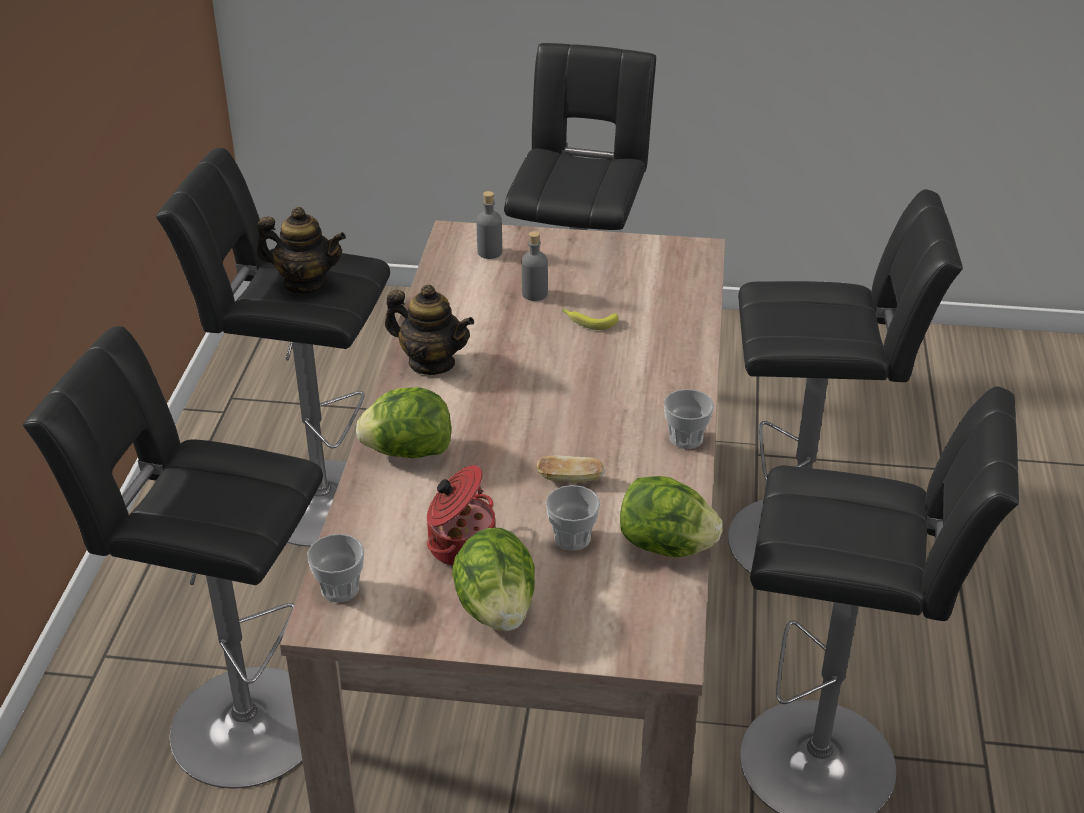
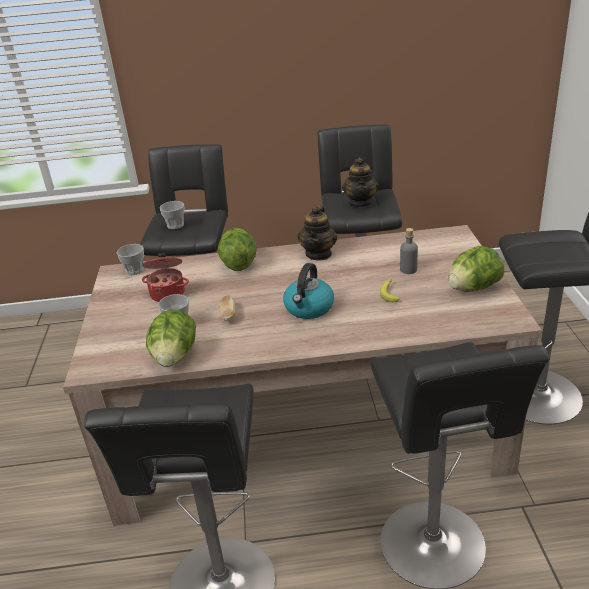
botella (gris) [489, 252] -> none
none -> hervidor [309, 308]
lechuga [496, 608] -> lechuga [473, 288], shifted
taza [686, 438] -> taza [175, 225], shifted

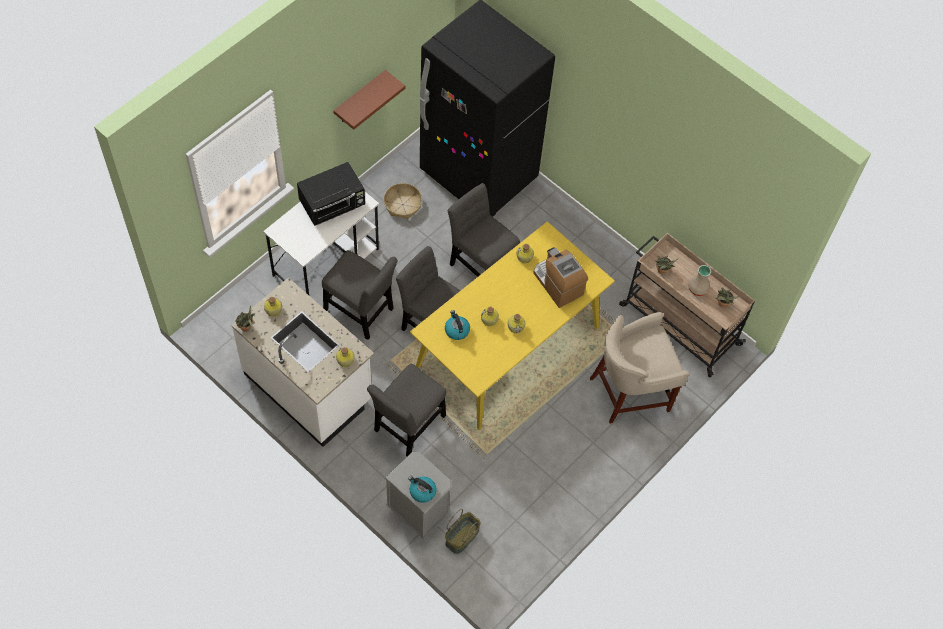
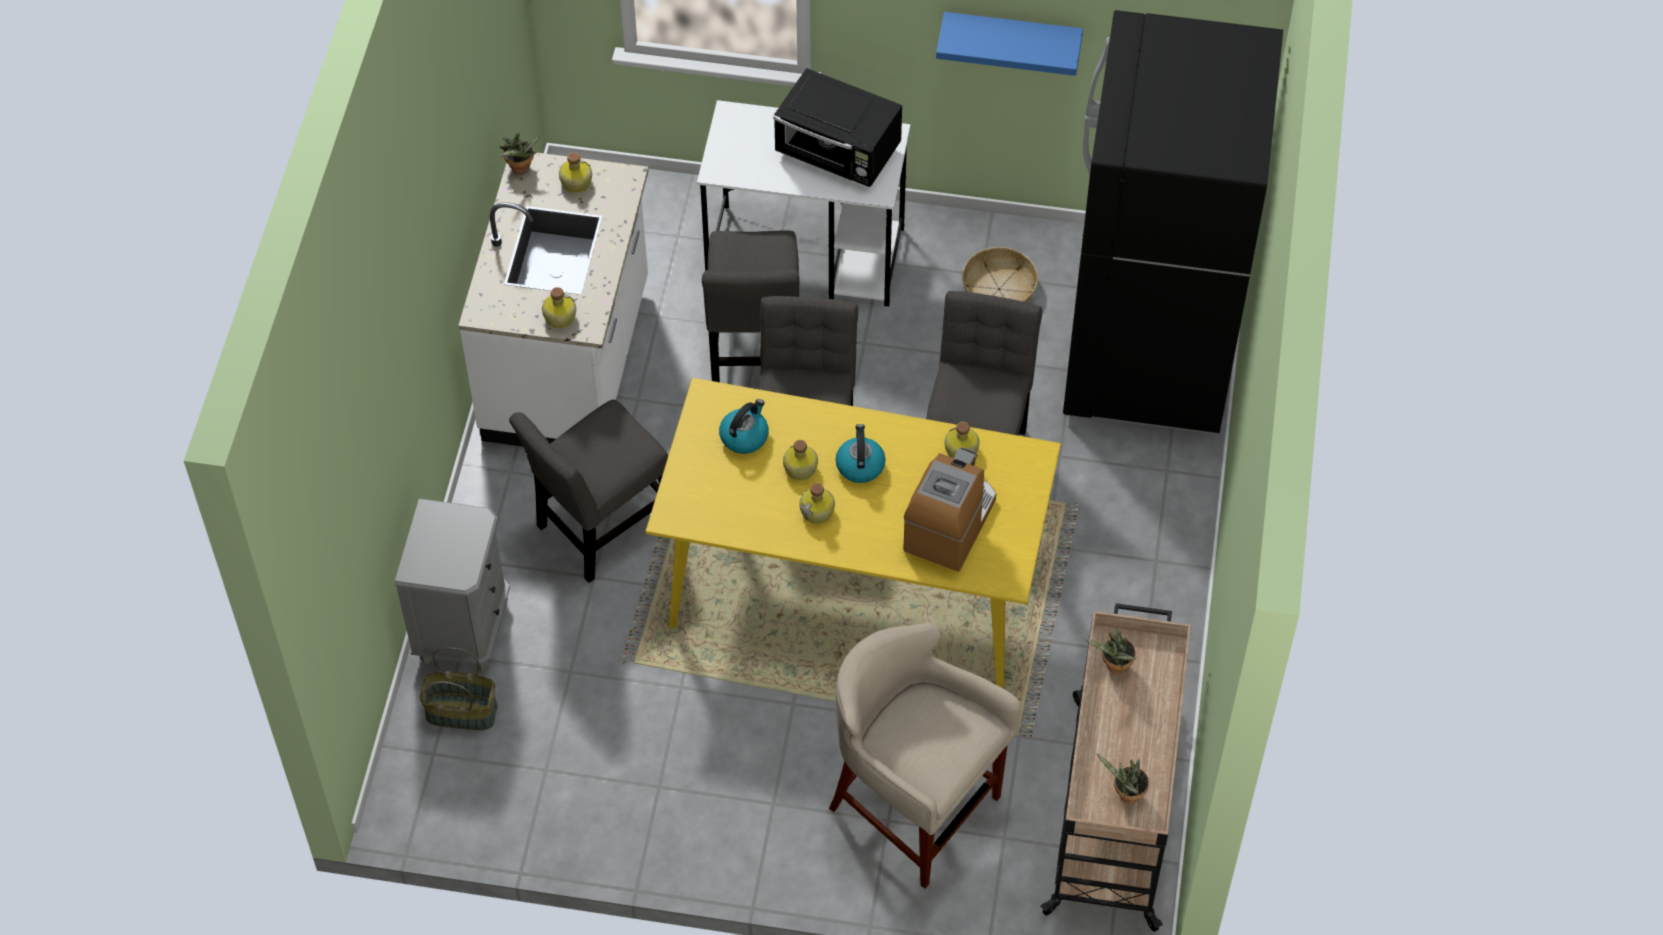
florero (beis) [698, 288] -> none
hervidor [422, 491] -> hervidor [860, 465], shifted
estante (marrón) [359, 98] -> estante (azul) [1012, 38]
silla (gris) [408, 426] -> silla (gris) [601, 528], 45 degrees counterclockwise

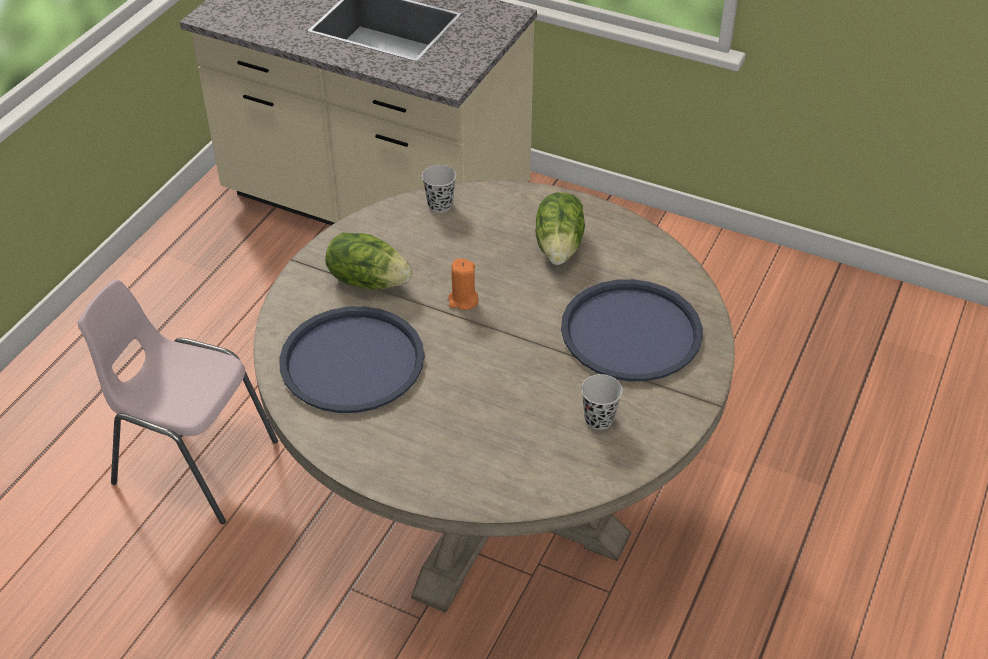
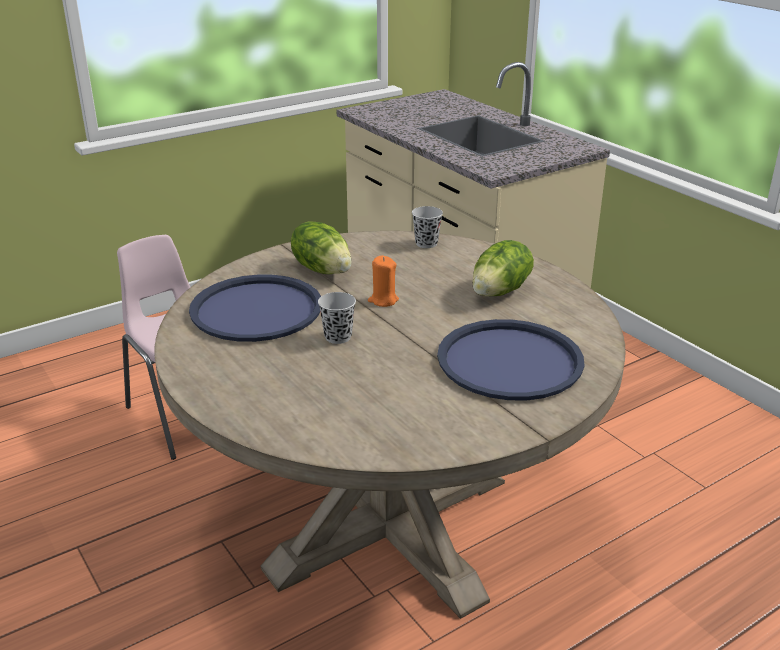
taza (negro) [599, 419] -> taza (negro) [338, 337], shifted

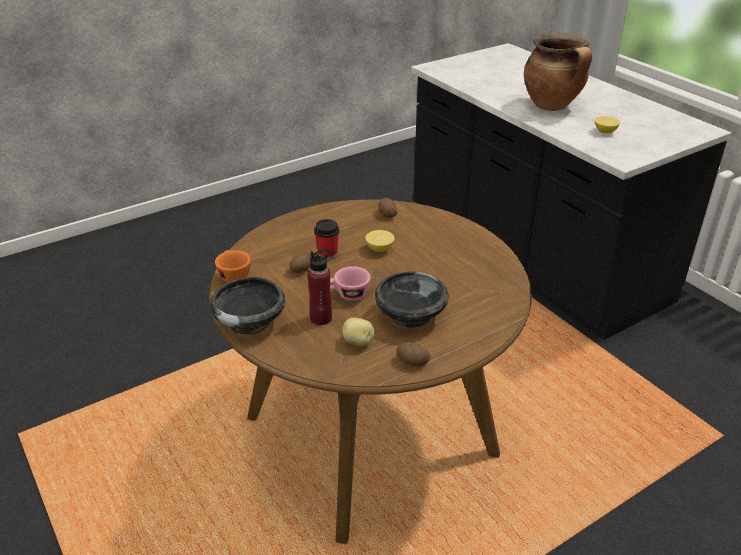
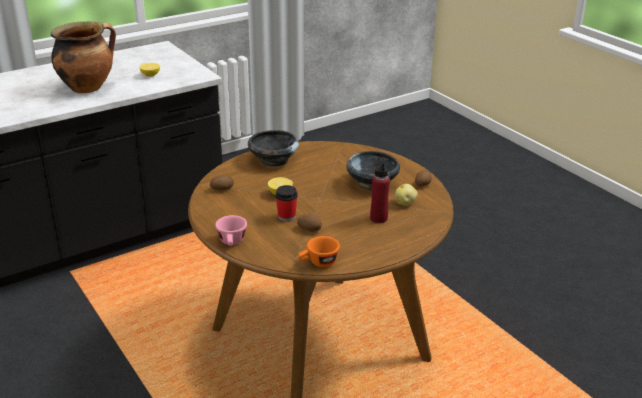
cuenco (negro) [250, 322] -> cuenco (negro) [273, 160], shifted
taza (rosa) [347, 295] -> taza (rosa) [232, 242], shifted

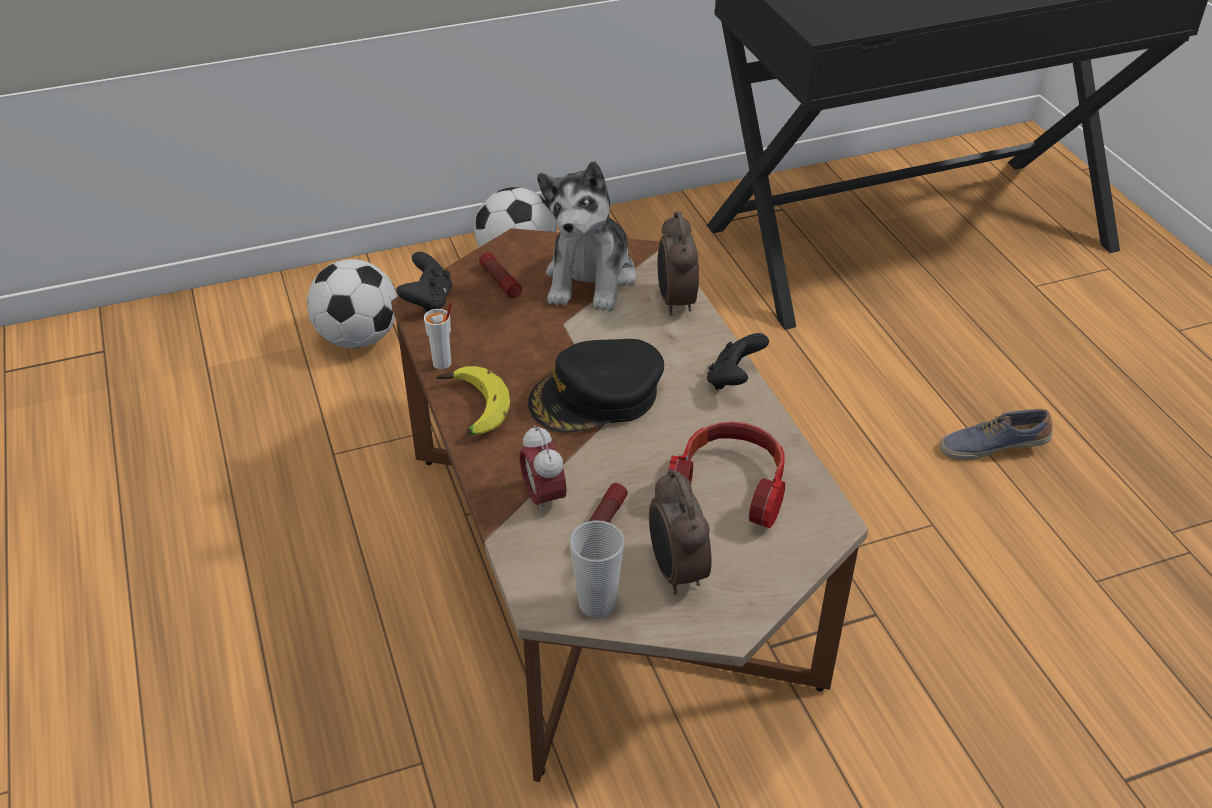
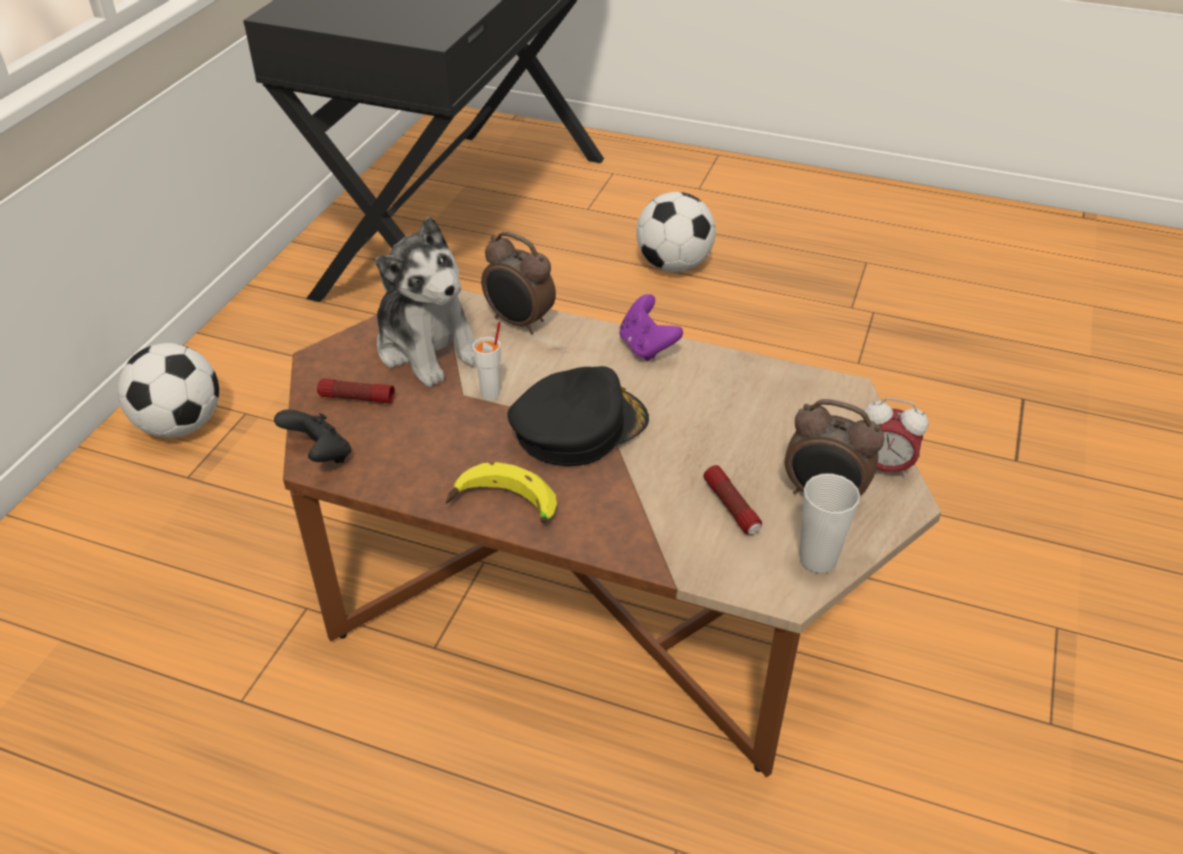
auriculares [729, 486] -> none
zapato [992, 447] -> none
balón de fútbol [358, 338] -> balón de fútbol [673, 265], shifted
taza (blanco) [442, 363] -> taza (blanco) [491, 394], shifted
despertador [544, 498] -> despertador [883, 467], shifted
mando de consola (negro) [734, 380] -> mando de consola (morado) [647, 347]
gorra (negro) [597, 396] -> gorra (negro) [578, 426], 135 degrees counterclockwise

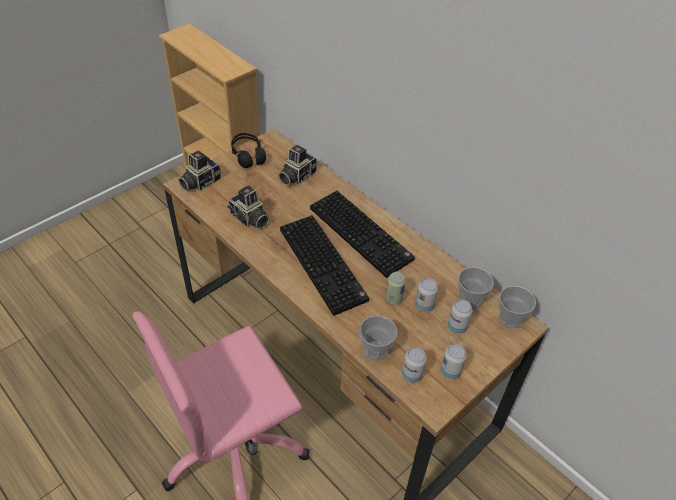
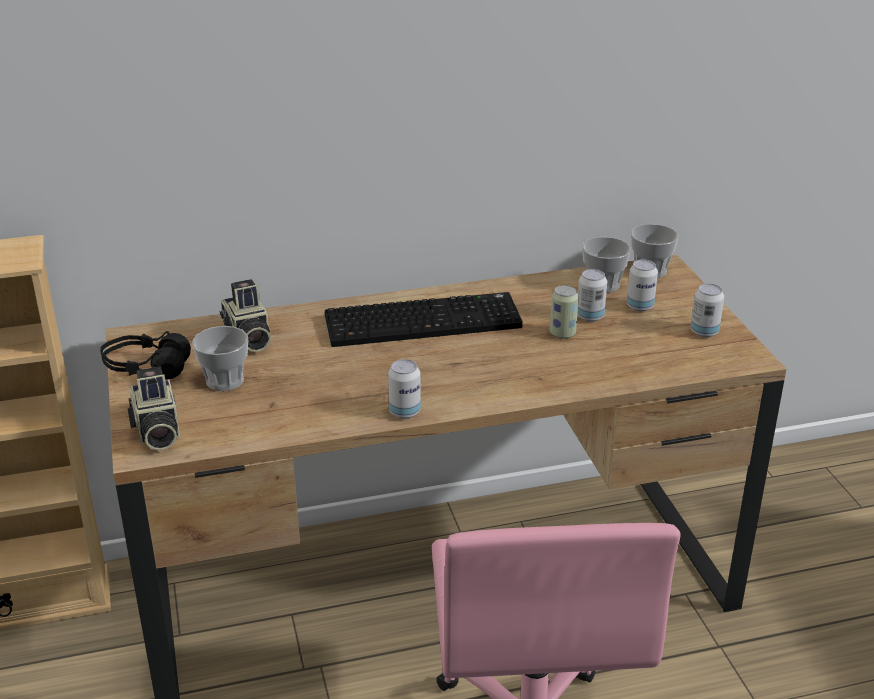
cámara [249, 219] -> none
teclado [324, 264] -> none
taza [375, 350] -> taza [225, 381], shifted
lata [412, 375] -> lata [404, 412], shifted

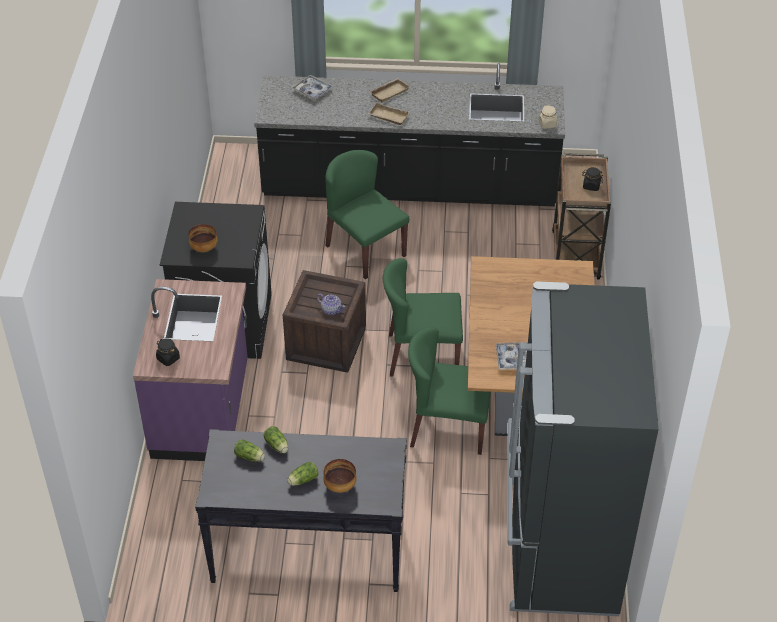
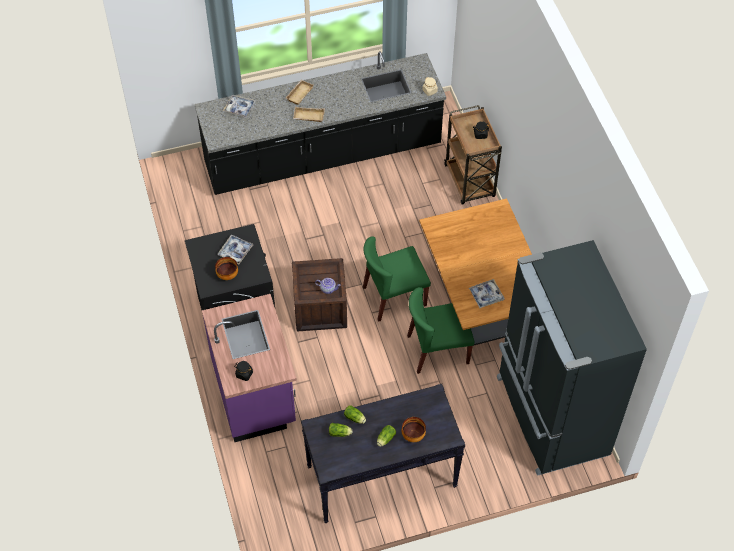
silla (verde) [365, 250] -> none
none -> bandeja [235, 251]

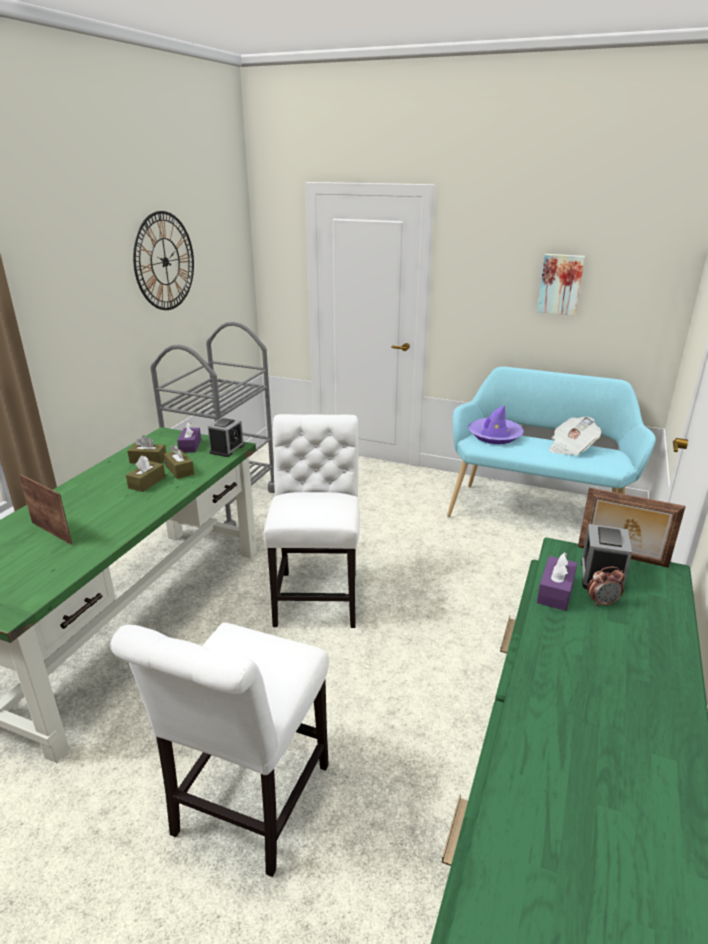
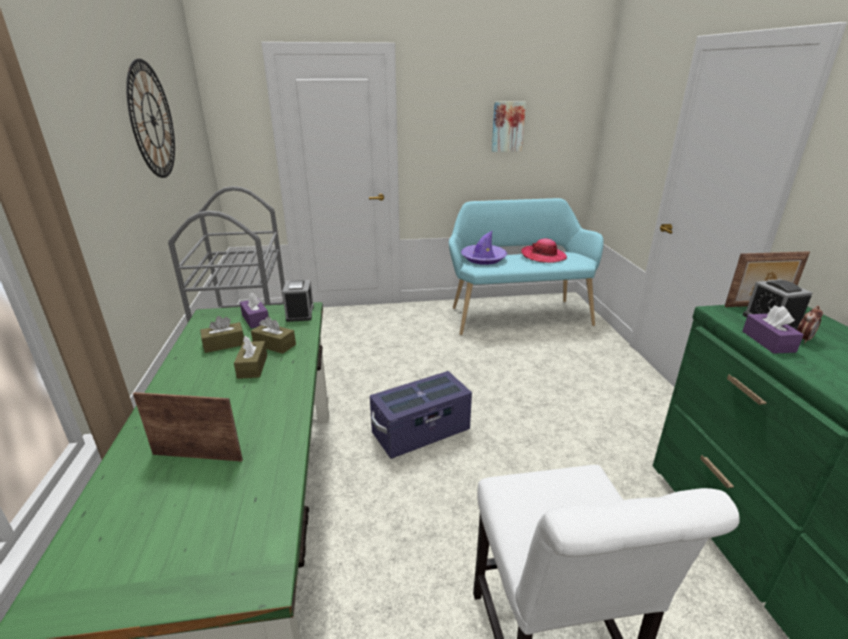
silla (blanco) [318, 595] -> caja de almacenaje (morado) [421, 432]
periódico [571, 448] -> sombrero [543, 256]

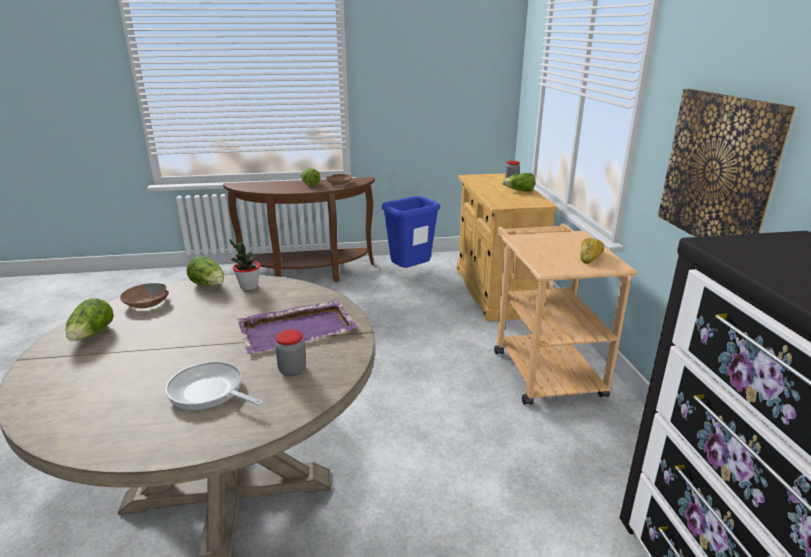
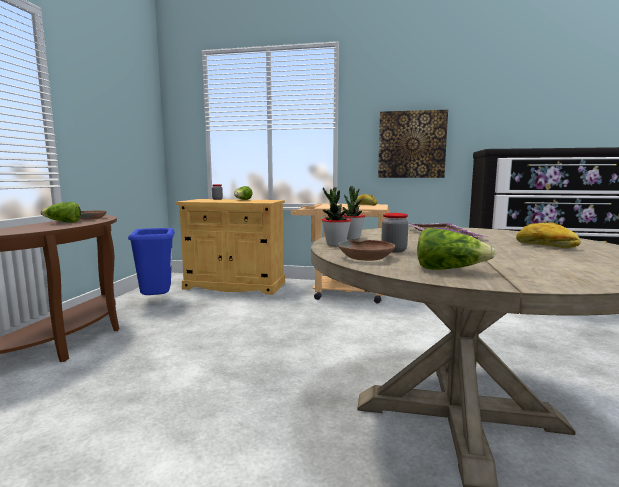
tarro [292, 370] -> tarro [394, 250], shifted
sartén [209, 392] -> pan [546, 246]
lechuga [209, 285] -> planta en maceta [335, 244]

